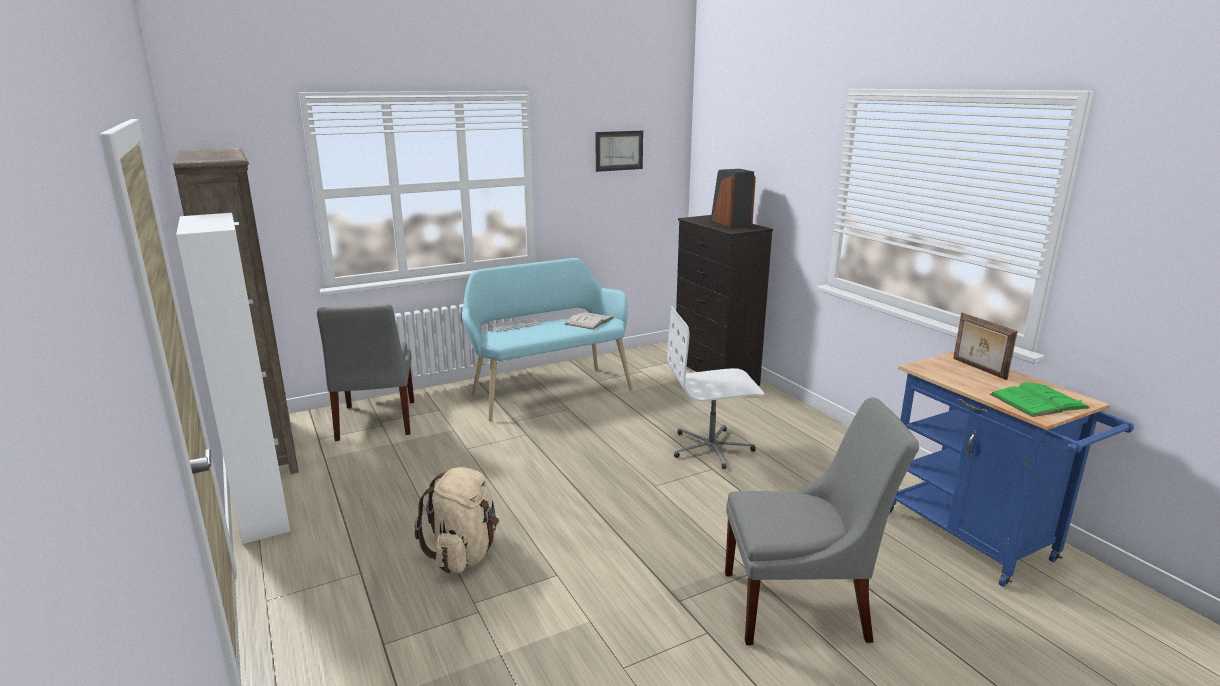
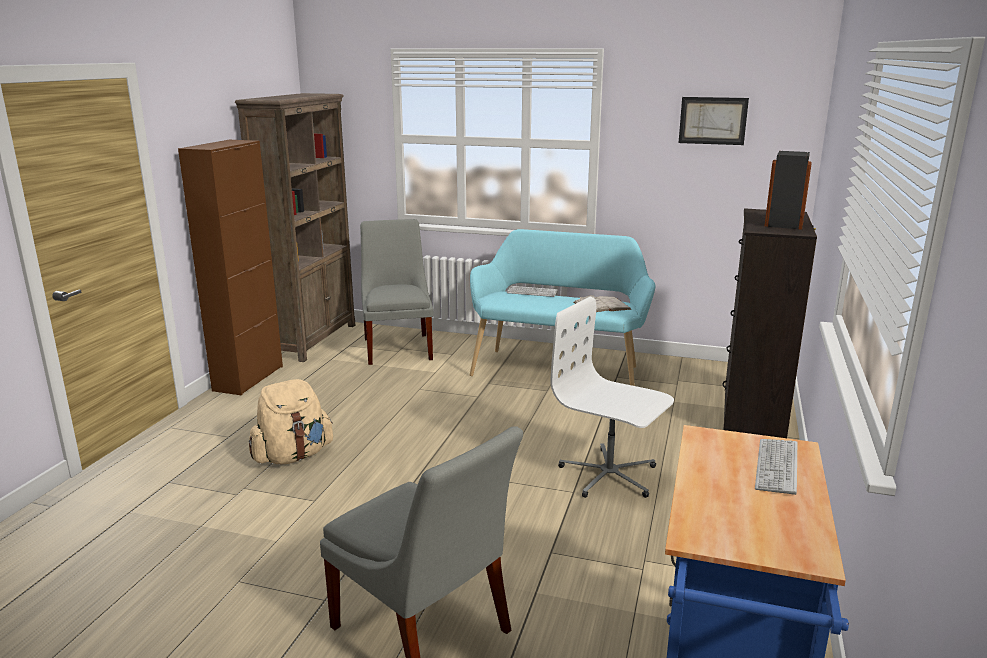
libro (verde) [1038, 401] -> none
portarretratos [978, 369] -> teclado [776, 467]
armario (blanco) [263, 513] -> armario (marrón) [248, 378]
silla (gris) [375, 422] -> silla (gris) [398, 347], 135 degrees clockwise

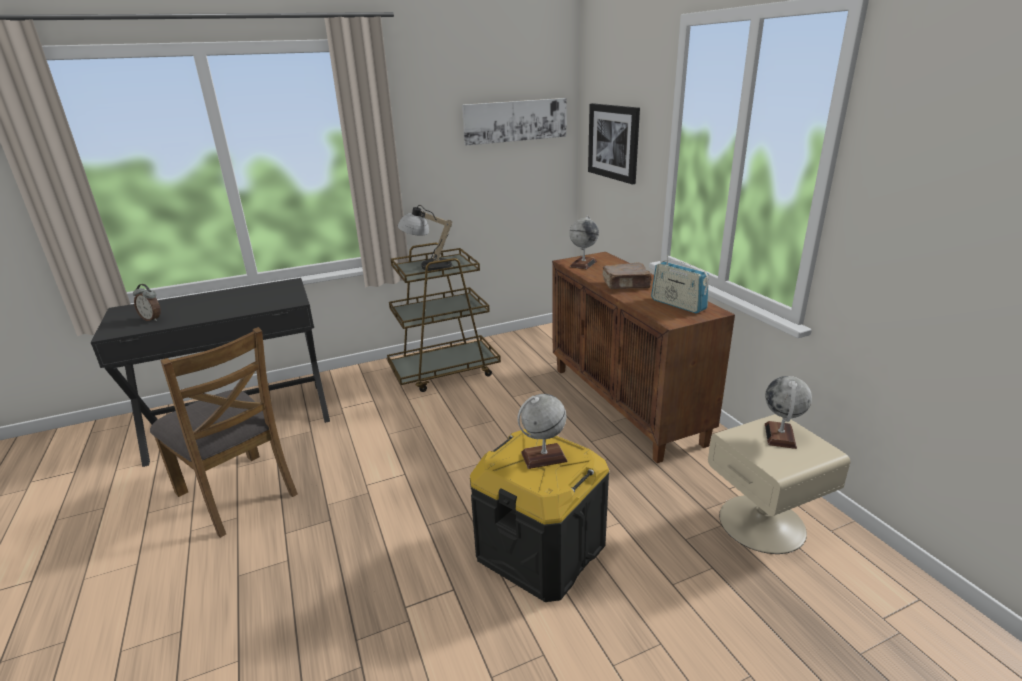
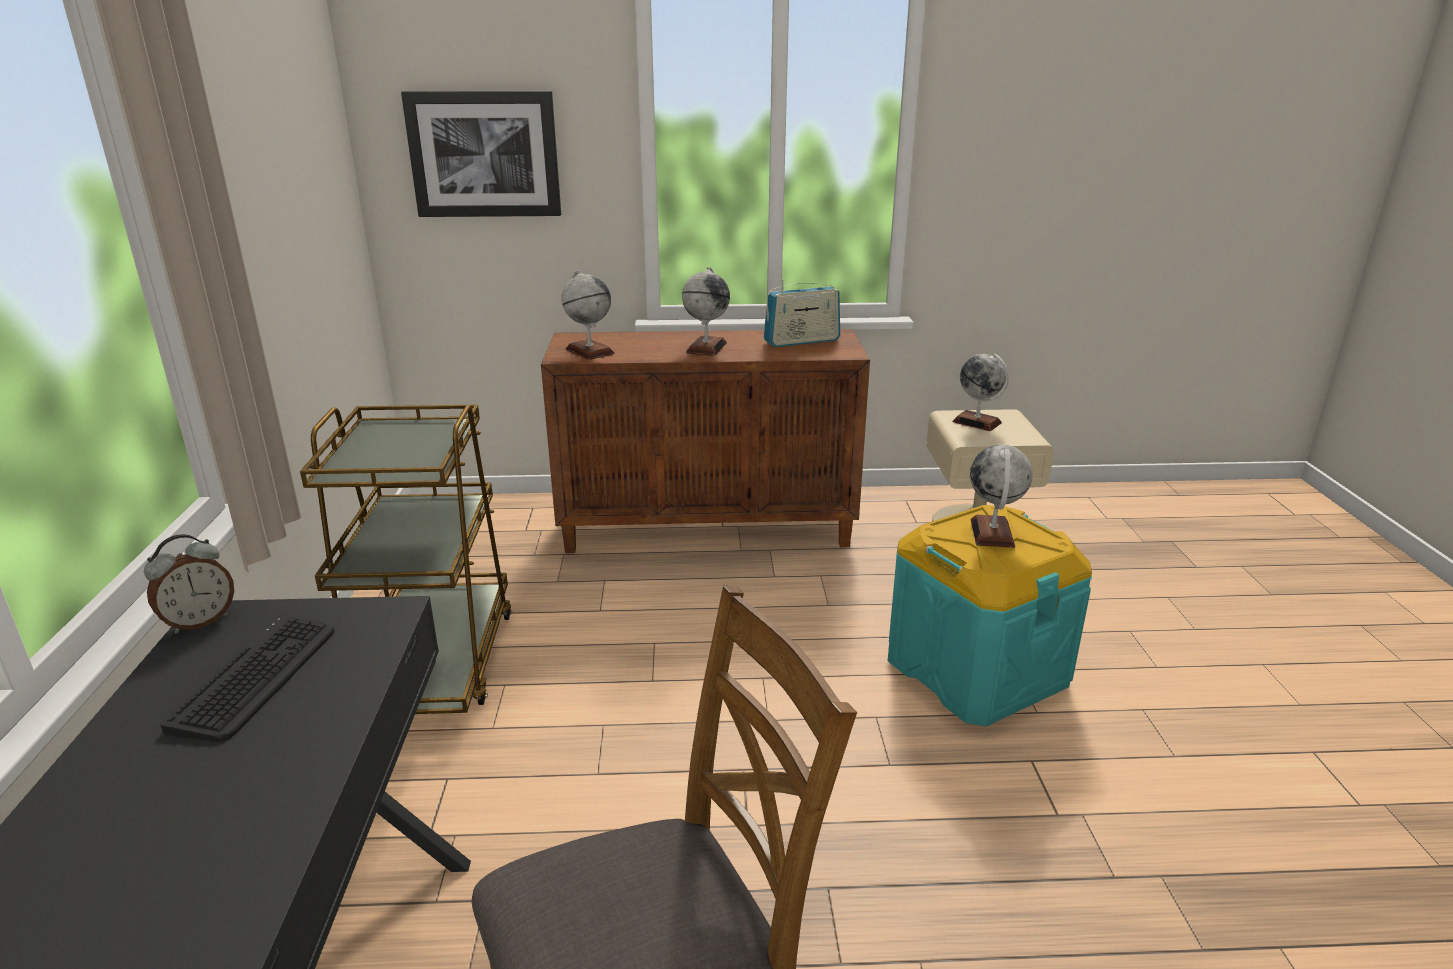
lámpara de mesa [428, 266] -> none
cuadro [515, 121] -> none
none -> teclado [257, 676]
despertador [152, 319] -> despertador [199, 621], shifted
libro (marrón) [626, 285] -> globo terráqueo [706, 347]
caja de almacenaje (negro) [540, 550] -> caja de almacenaje (turquesa) [976, 670]

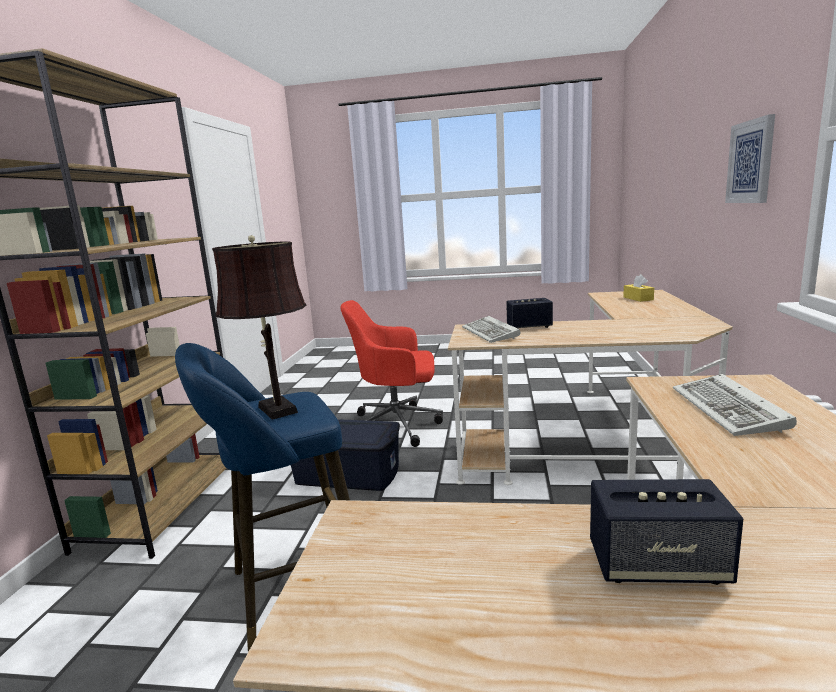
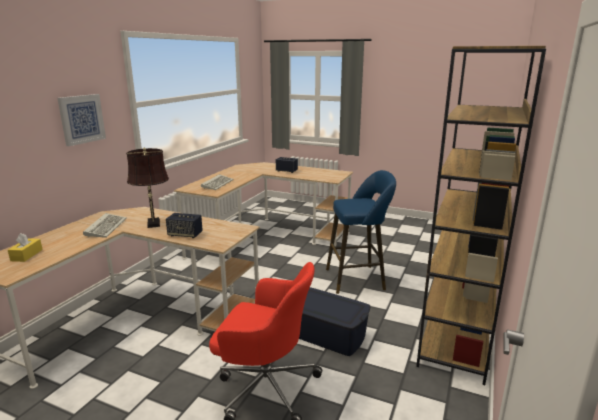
lámpara de mesa (marrón) [276, 408] -> lámpara de mesa (marrón) [153, 224], shifted
teclado [491, 333] -> teclado [106, 227], shifted

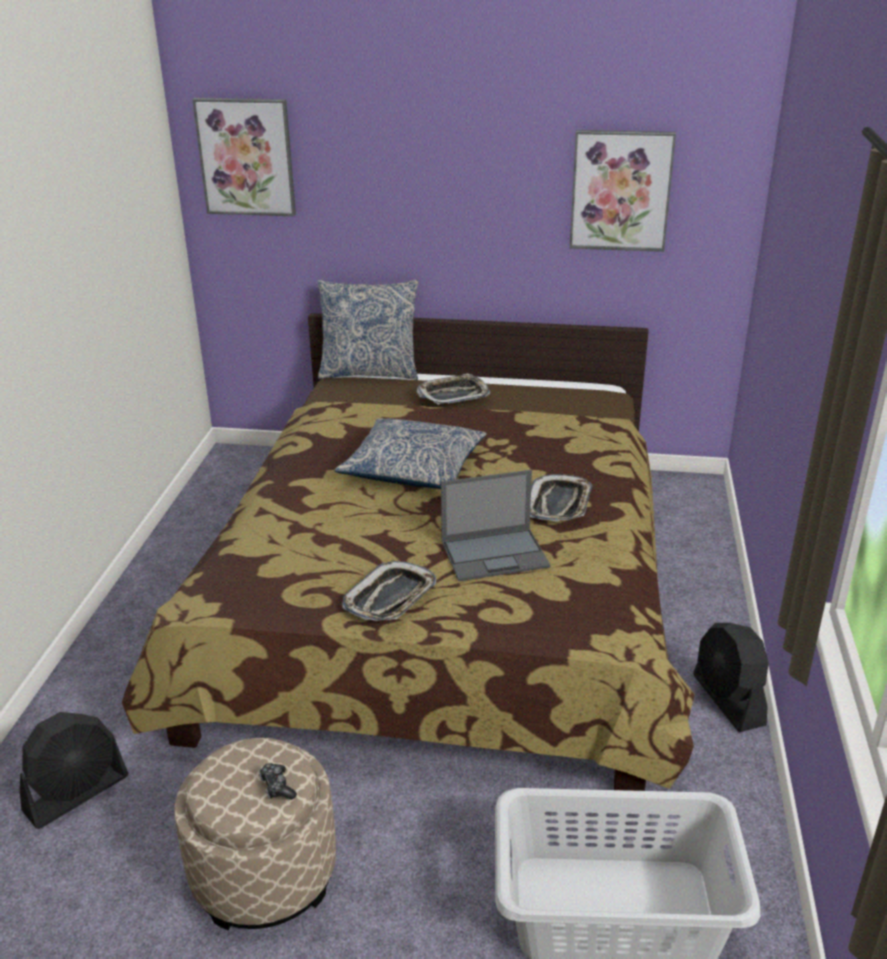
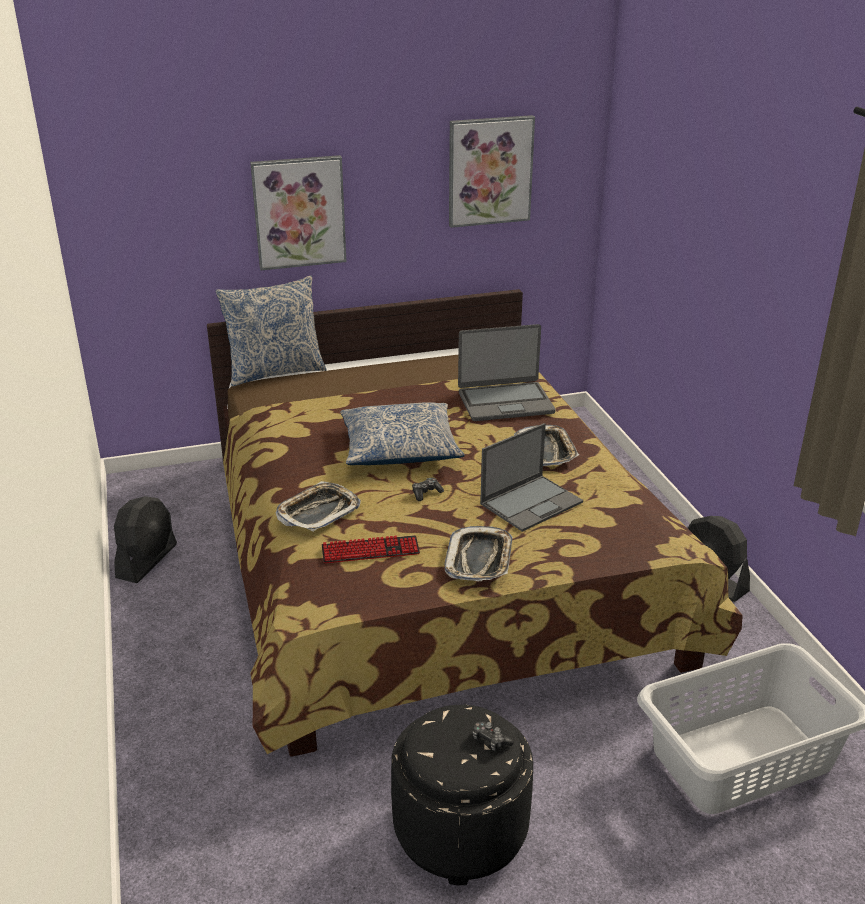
none -> teclado [370, 551]
none -> mando de consola [426, 493]
none -> portátil [505, 402]
ventilador (negro) [77, 793] -> ventilador (negro) [147, 561], shifted
cuadro [246, 157] -> cuadro [299, 212], shifted
bandeja [453, 395] -> bandeja [318, 512], shifted
puf (beis) [264, 873] -> puf (negro) [460, 830]

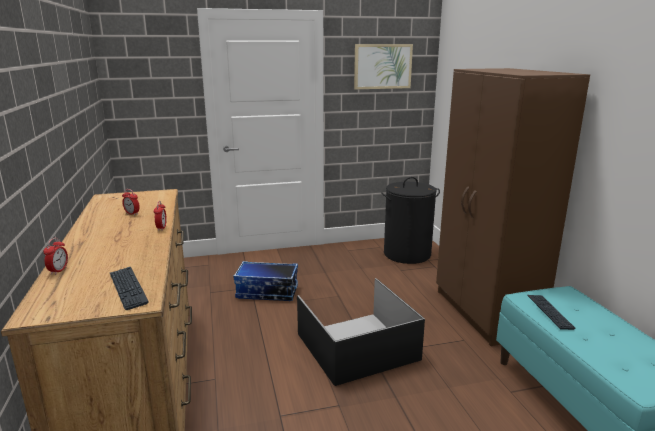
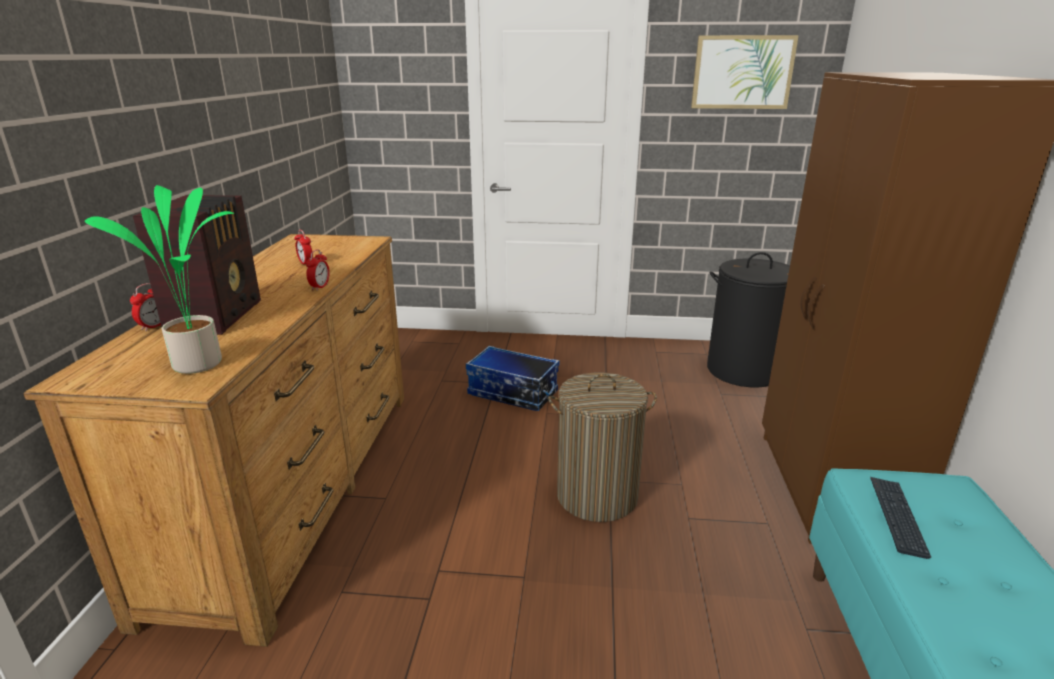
none -> radio [218, 316]
teclado [128, 288] -> planta en maceta [201, 363]
caja de almacenaje (negro) [358, 346] -> cesto de la ropa [597, 496]

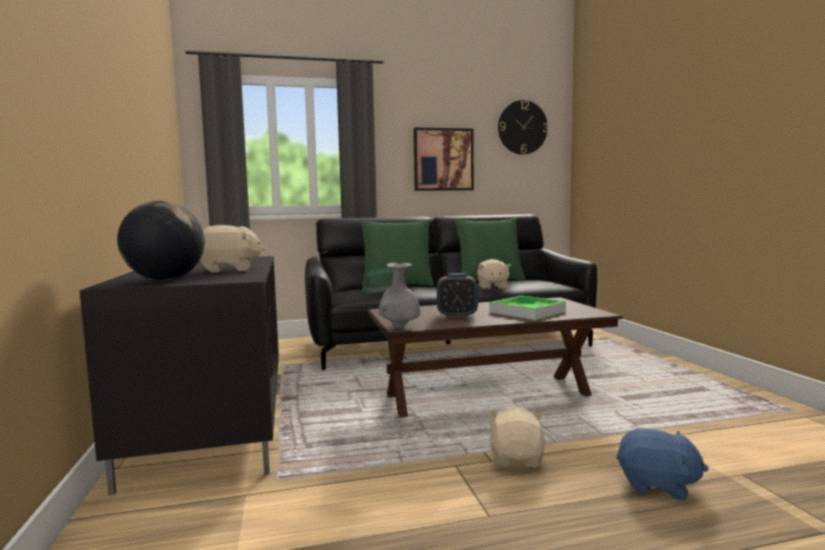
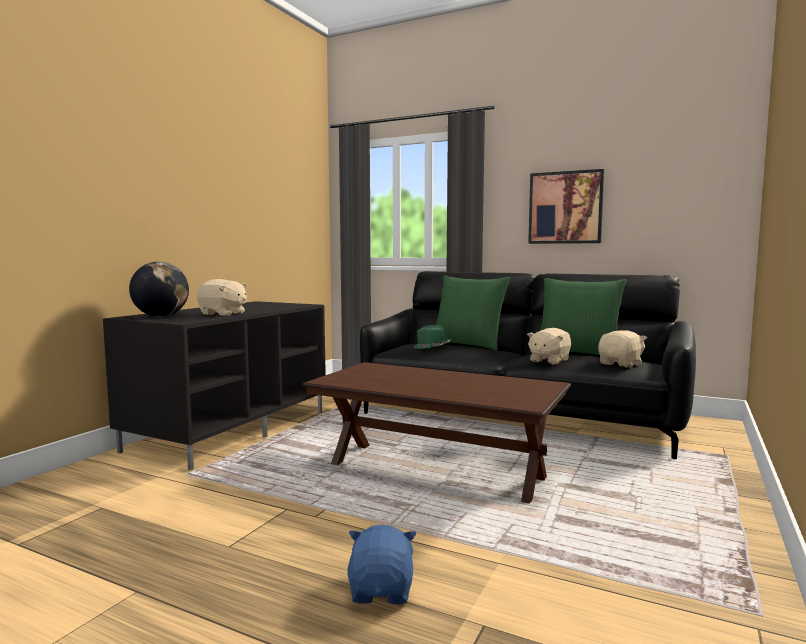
florero (gris) [399, 327] -> none
despertador [457, 316] -> none
bandeja [527, 312] -> none
reloj de pared [522, 127] -> none
peluche (beis) [517, 459] -> peluche (beis) [621, 364], shifted
peluche (azul) [657, 485] -> peluche (azul) [382, 590], 150 degrees counterclockwise

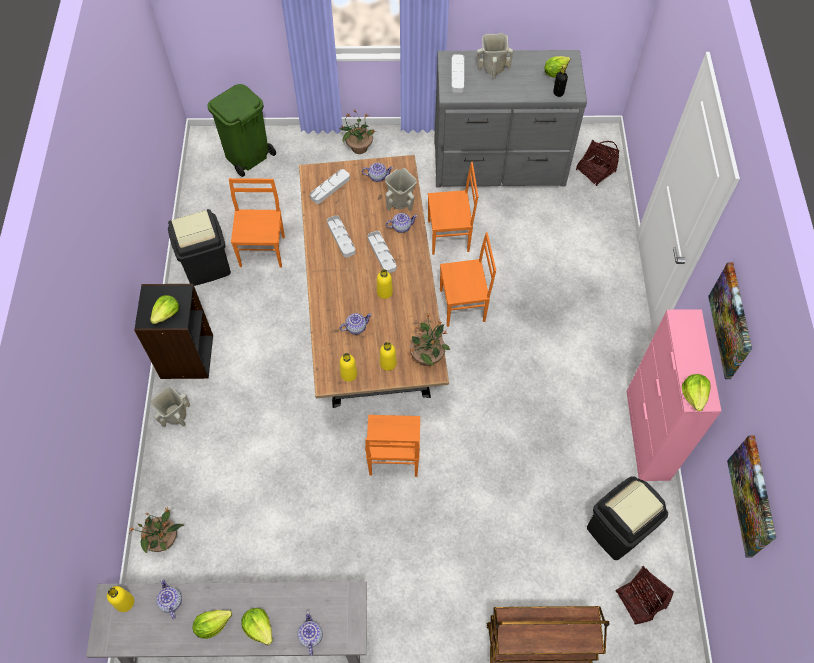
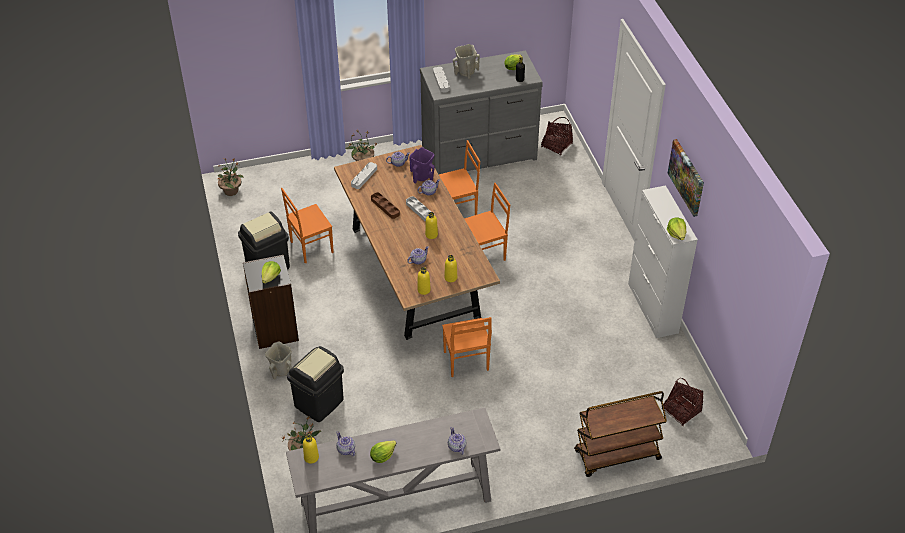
papelera (verde) [247, 156] -> none
lechuga [259, 627] -> none
cuadro [753, 496] -> none
planta en maceta [427, 356] -> planta en maceta [231, 191], shifted
papelera (negro) [617, 531] -> papelera (negro) [319, 403], shifted
bandeja (gris) [341, 238] -> bandeja (marrón) [385, 207]
florero (beis) [400, 203] -> florero (morado) [422, 177]
armario (rosa) [647, 435] -> armario (blanco) [653, 308]
silla (naranja) [263, 251] -> silla (naranja) [310, 247], 105 degrees counterclockwise

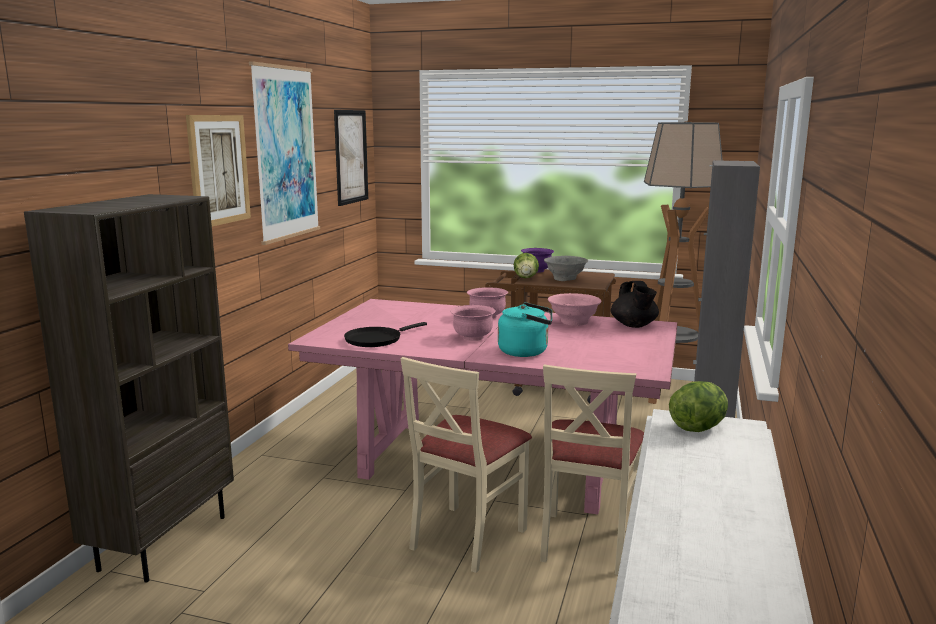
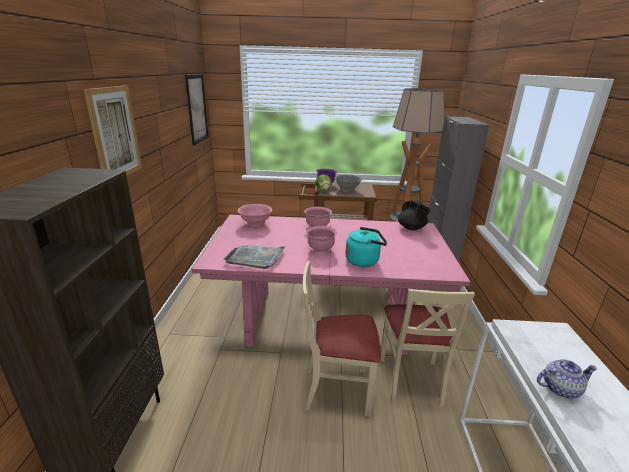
cuadro [286, 153] -> none
lechuga [698, 428] -> none
none -> tetera [559, 388]
cuenco (rosa) [573, 322] -> cuenco (rosa) [255, 224], shifted
sartén (negro) [376, 340] -> bandeja (gris) [255, 258]
silla (beis) [466, 537] -> silla (beis) [337, 389], 75 degrees clockwise

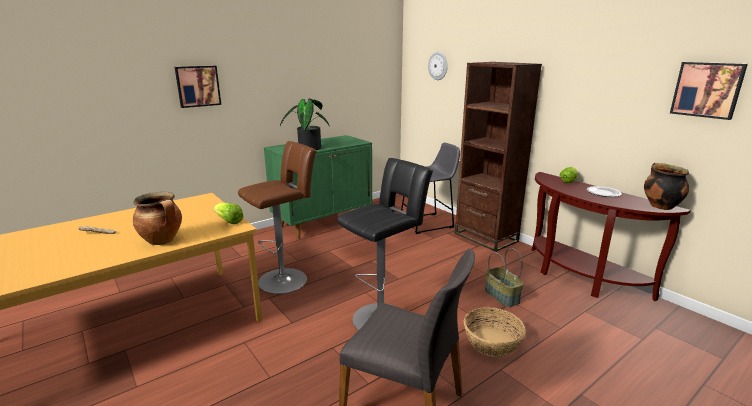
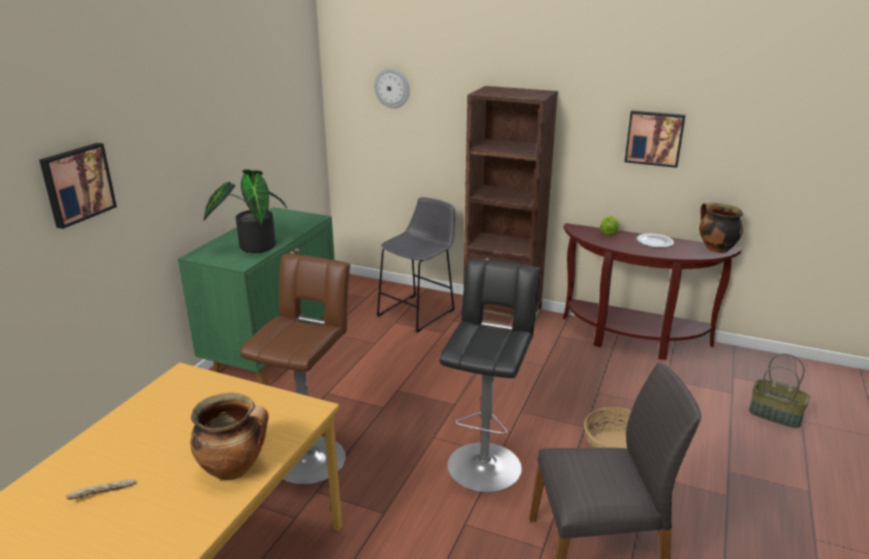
lechuga [228, 221] -> none
cesta [502, 296] -> cesta [775, 415], shifted
cuadro [707, 89] -> cuadro [654, 138], shifted

